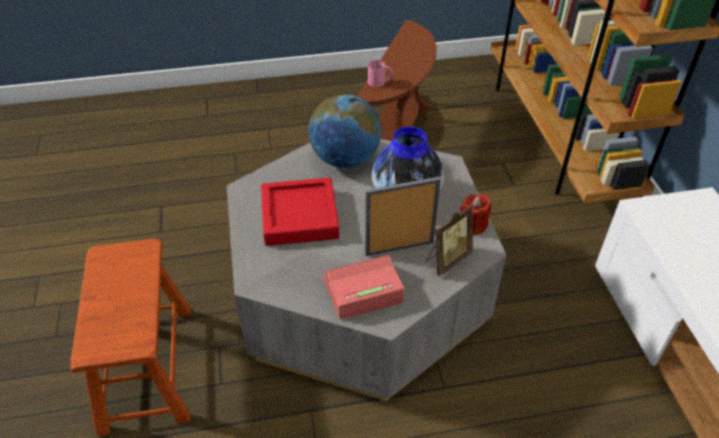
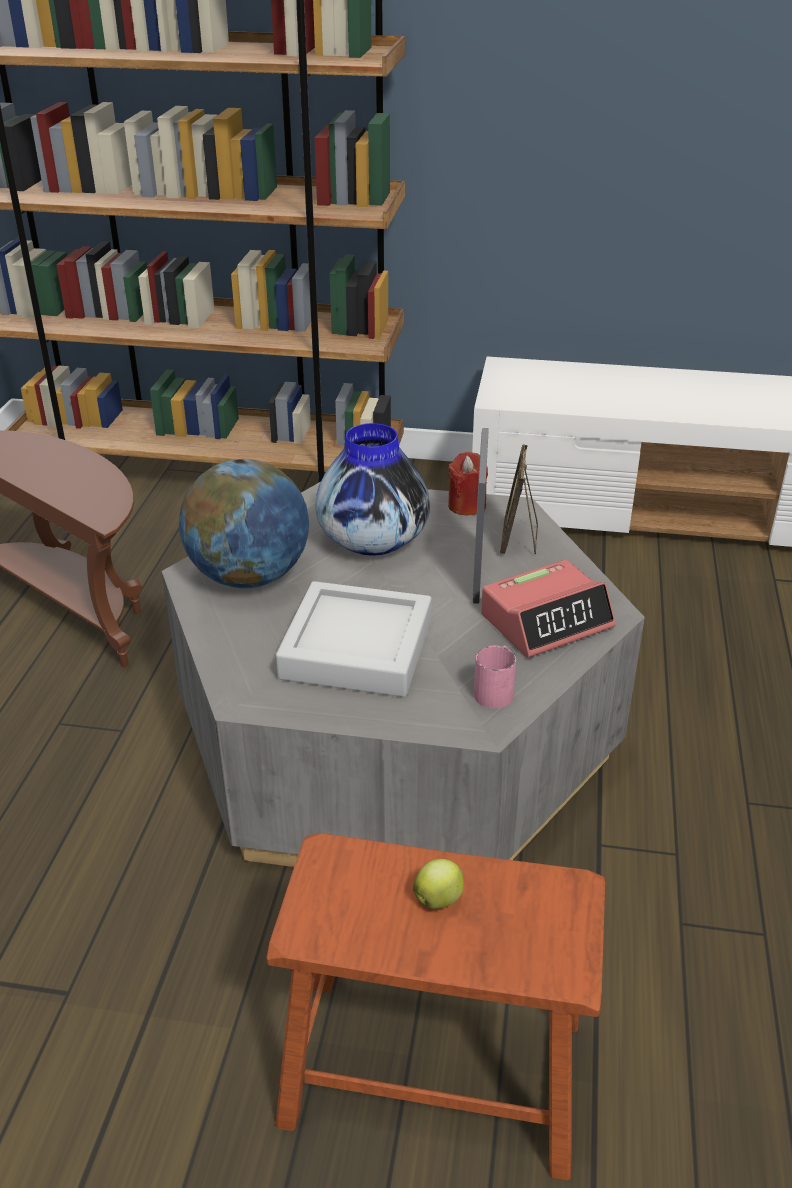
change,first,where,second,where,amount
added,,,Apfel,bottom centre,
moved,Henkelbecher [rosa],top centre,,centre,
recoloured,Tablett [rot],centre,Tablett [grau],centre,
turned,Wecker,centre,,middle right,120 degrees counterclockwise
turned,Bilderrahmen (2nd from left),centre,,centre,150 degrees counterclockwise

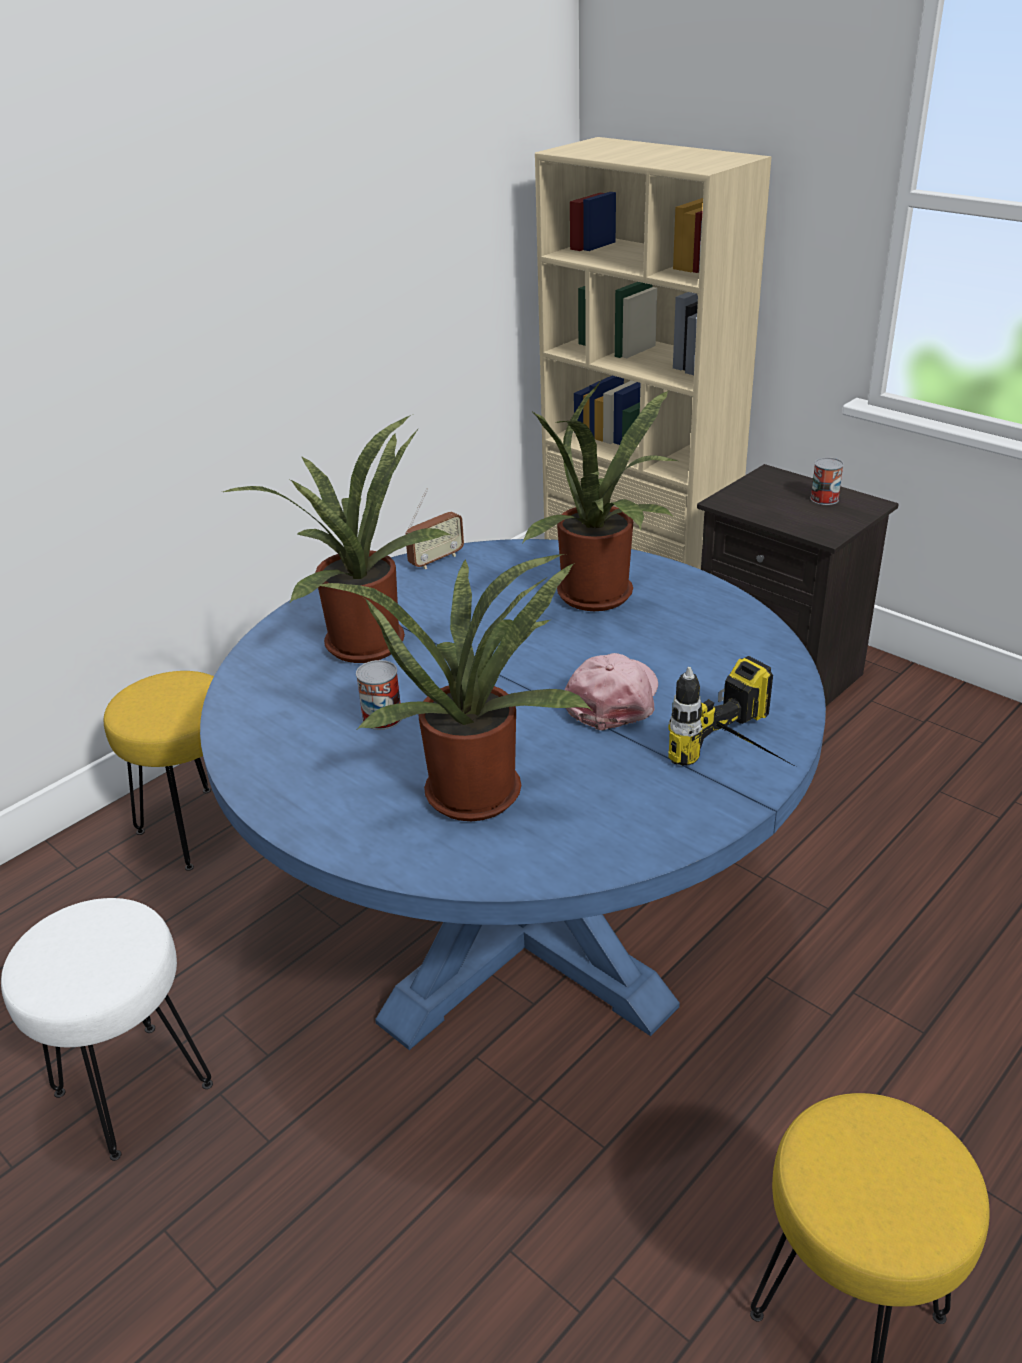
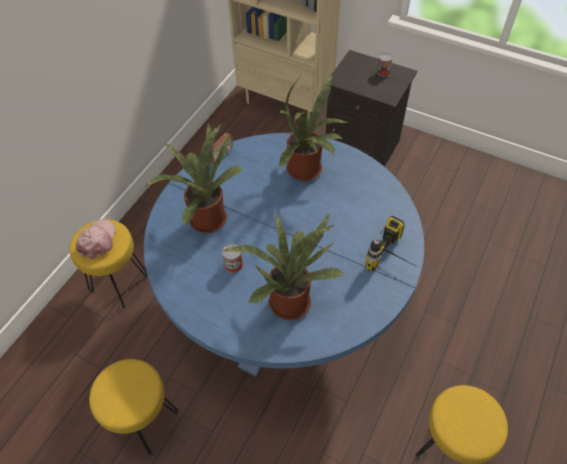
change,first,where,second,where,amount
moved,Kappe [rosa],centre,,middle left,
recoloured,Hocker [weiß],bottom left,Hocker [gelb] (2nd from left),bottom left,

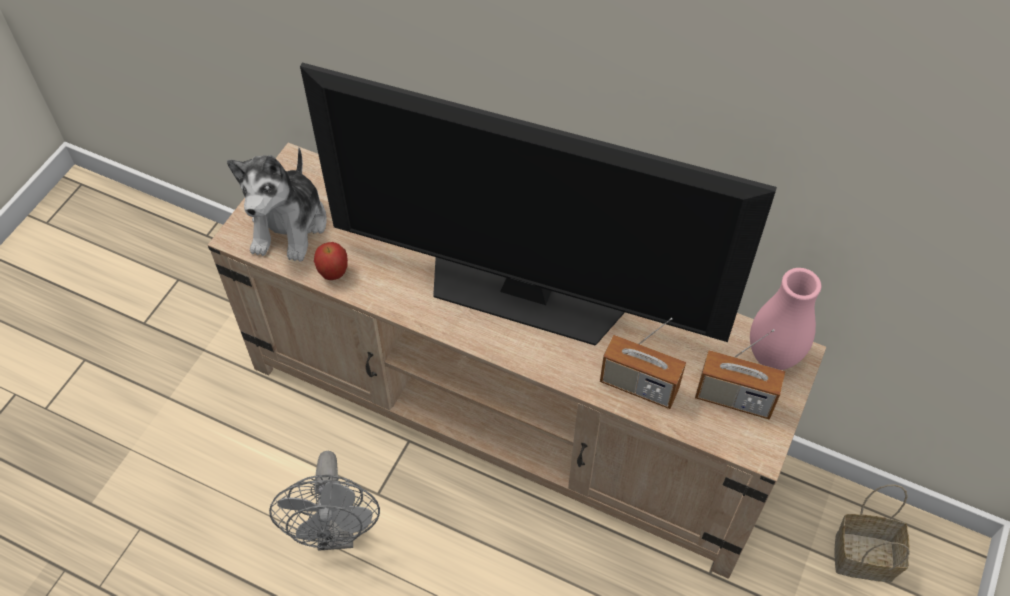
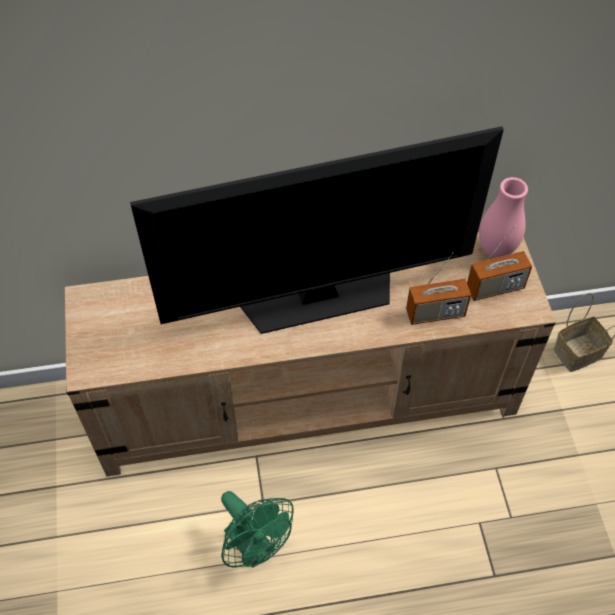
change,first,where,second,where,amount
removed,Plüschtier,middle left,,,
removed,Apfel,middle left,,,
recoloured,Ventilator [grau],bottom left,Ventilator [grün],bottom centre,

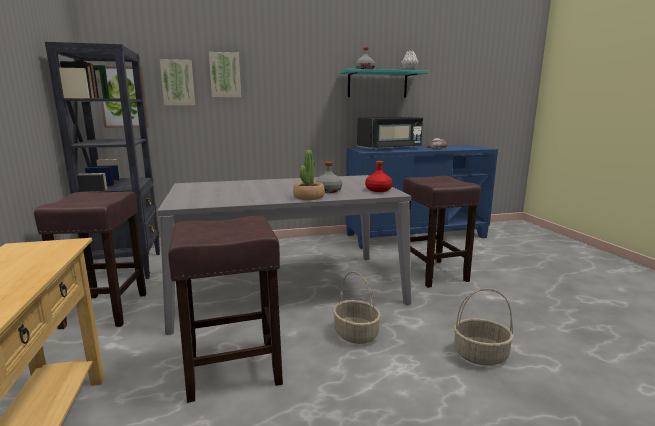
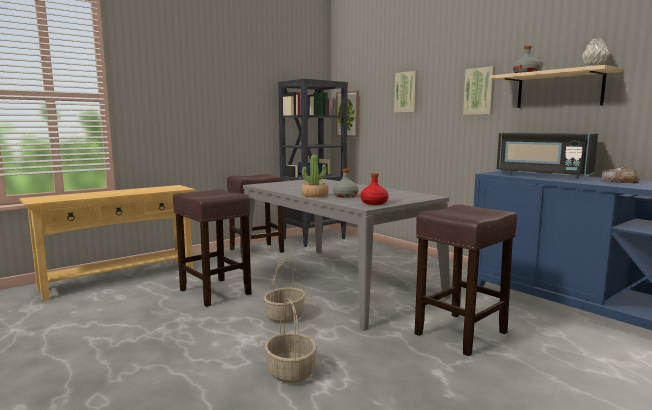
change,first,where,second,where,amount
moved,Bild (2nd from left in the first image),top left,Bild (3rd from left),top right,
recoloured,Wandregal [türkis],top centre,Wandregal [beige],top right,

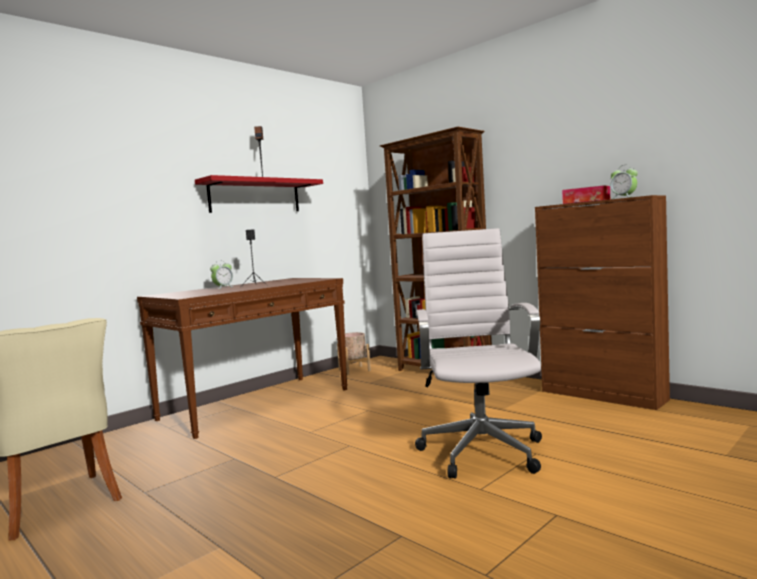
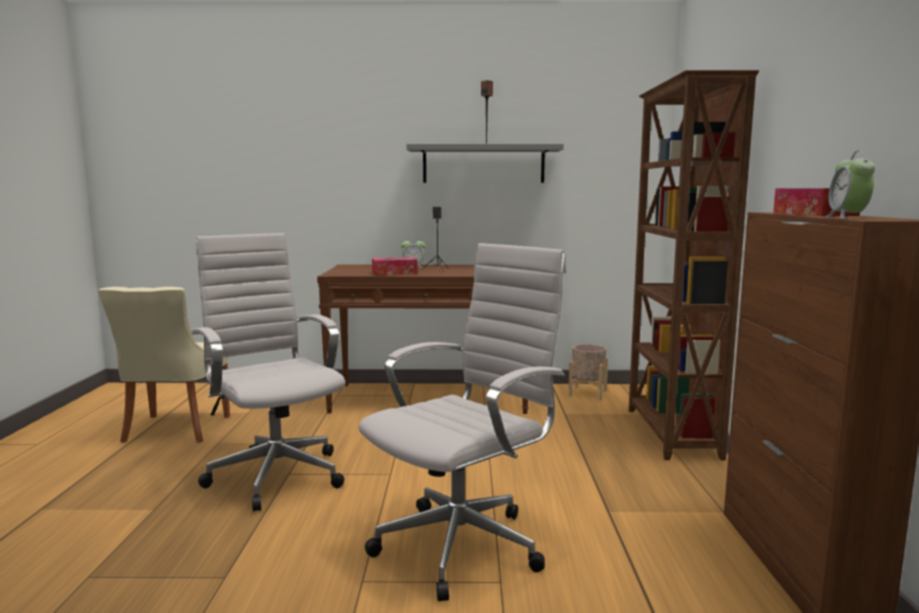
change,first,where,second,where,amount
added,,,Bürostuhl [weiß] (1st from left),middle left,
added,,,Taschentuchbox (1st from left),centre,
recoloured,Wandregal [rot],centre,Wandregal [grau],top centre,

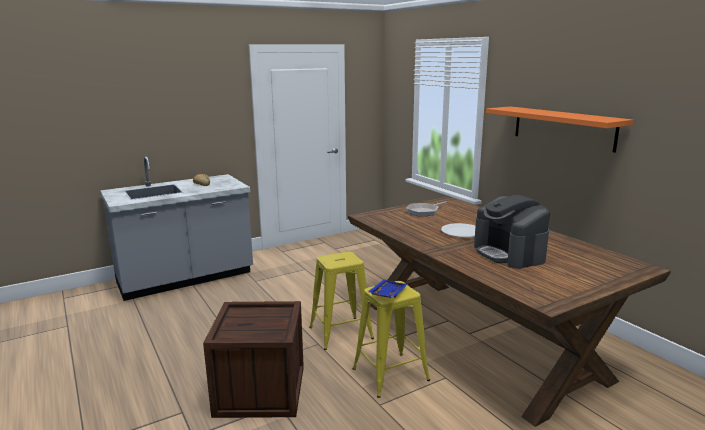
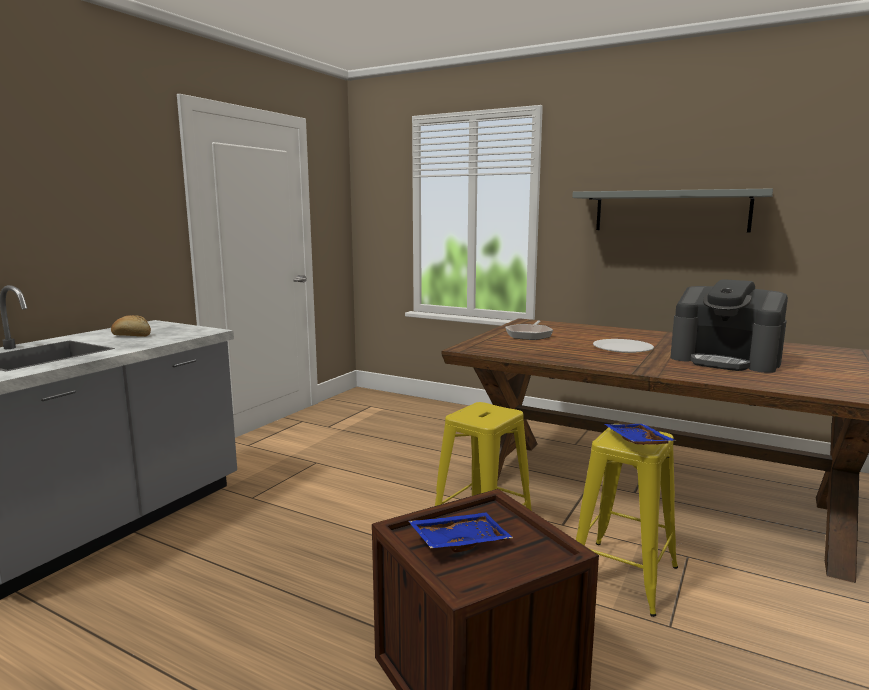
change,first,where,second,where,amount
added,,,Tablett [blau] (1st from left),bottom centre,
recoloured,Wandregal [orange],top right,Wandregal [grau],top right,

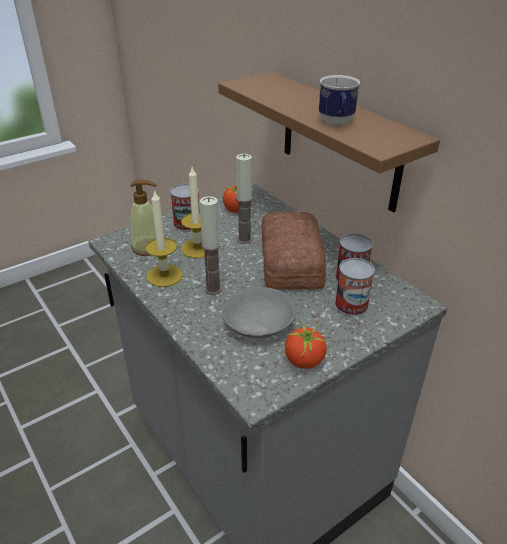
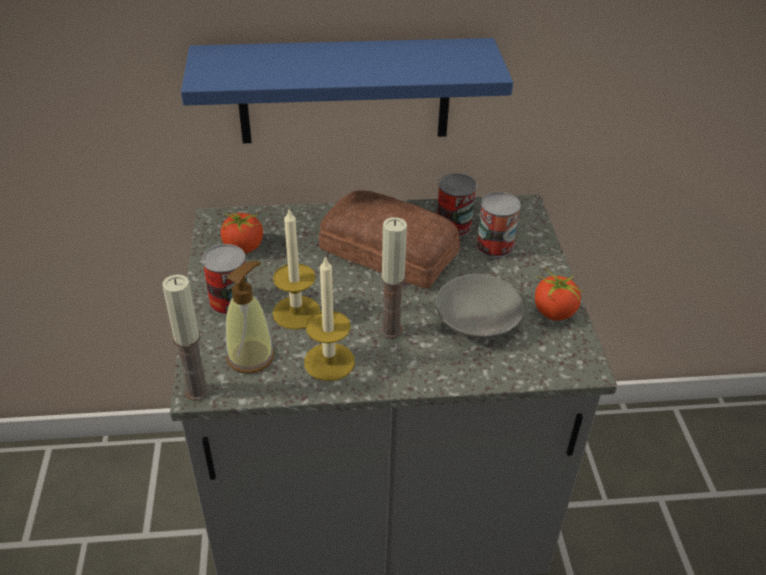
change,first,where,second,where,amount
removed,Henkelbecher,top right,,,
moved,Kerze (4th from left in the first image),centre,Kerze (1st from left),middle left,
recoloured,Wandregal [braun],top centre,Wandregal [blau],top centre,

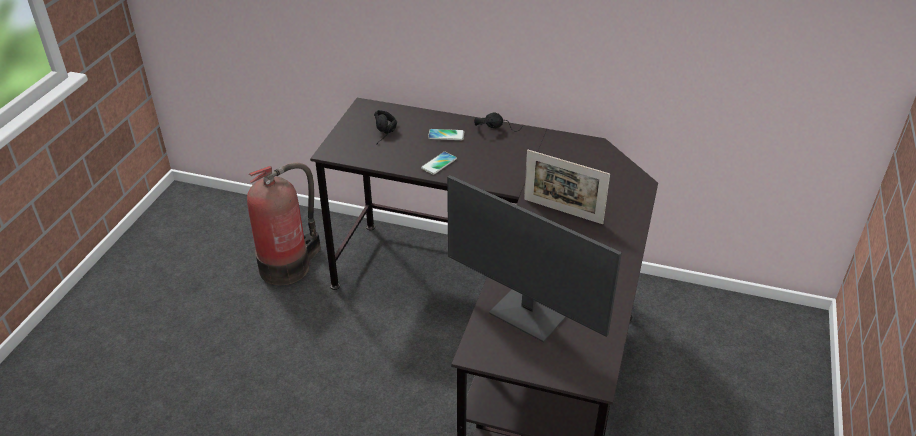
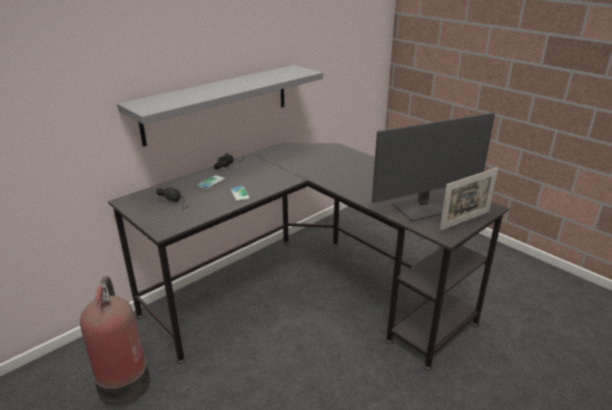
change,first,where,second,where,amount
added,,,Wandregal [grau],top centre,
moved,Bilderrahmen,centre,,middle right,

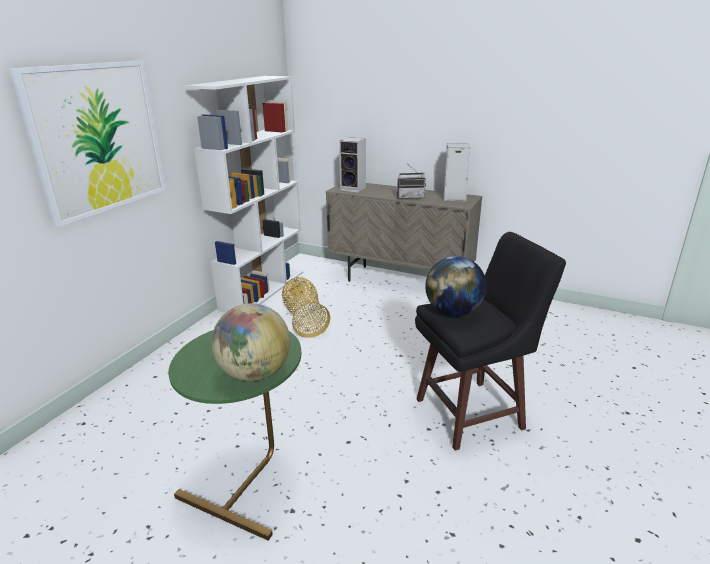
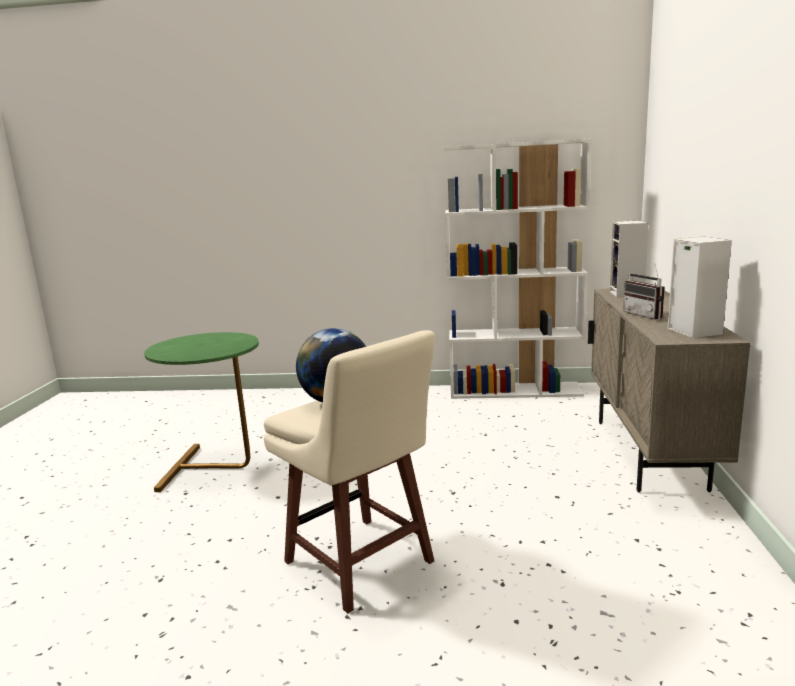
change,first,where,second,where,amount
removed,Bild,top left,,,
removed,Globus (1st from left),centre,,,
removed,Korb,centre,,,
recoloured,Hocker [schwarz],middle right,Hocker [beige],bottom centre,

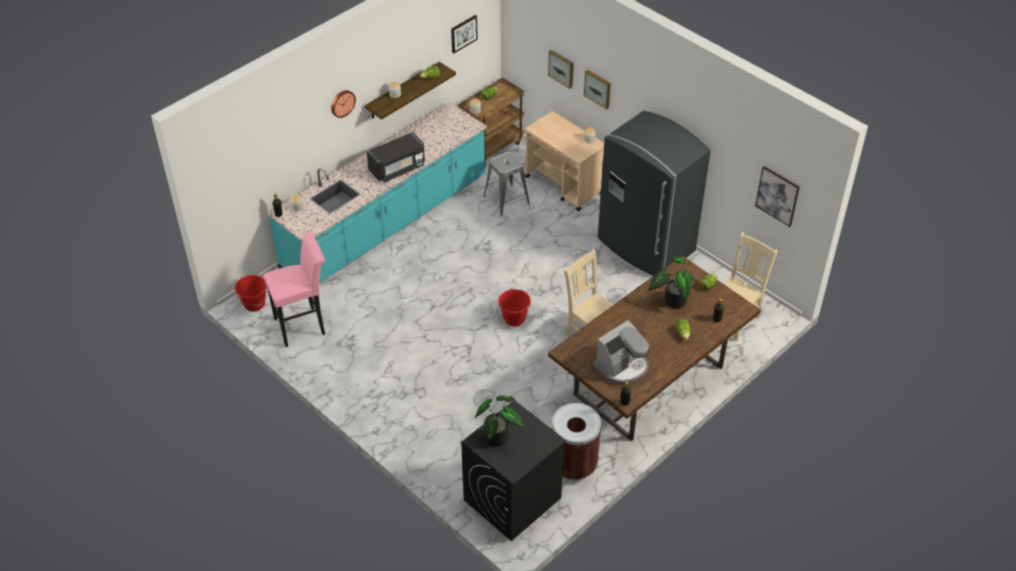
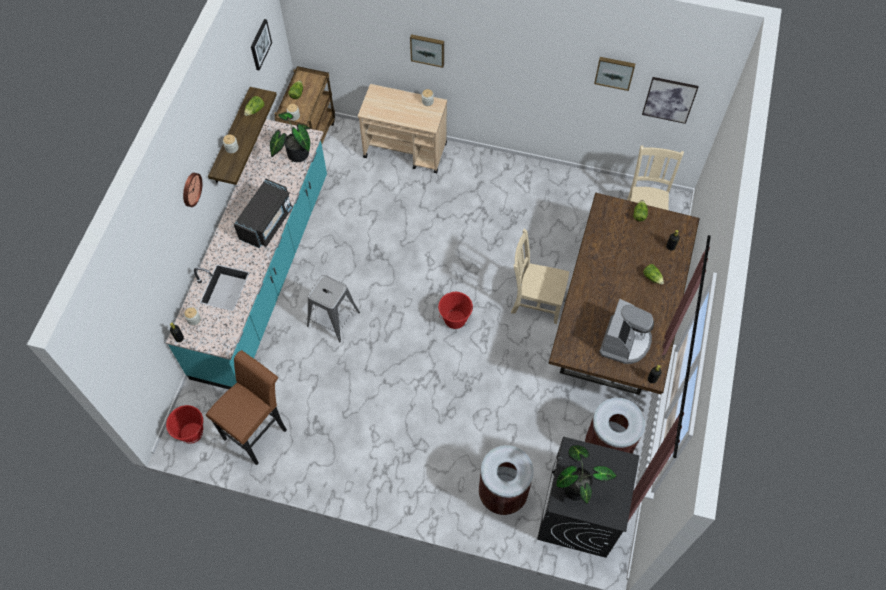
change,first,where,second,where,amount
removed,Kühlschrank [grau],centre,,,
added,,,Mülleimer [braun] (1st from left),bottom centre,
moved,Hocker [grau],top centre,,centre,
moved,Bild (2nd from left in the first image),top centre,Bild (3rd from left),top right,
moved,Topfpflanze (2nd from left in the first image),centre,Topfpflanze (1st from left),top left,
recoloured,Hocker [rosa],middle left,Hocker [braun],bottom left,

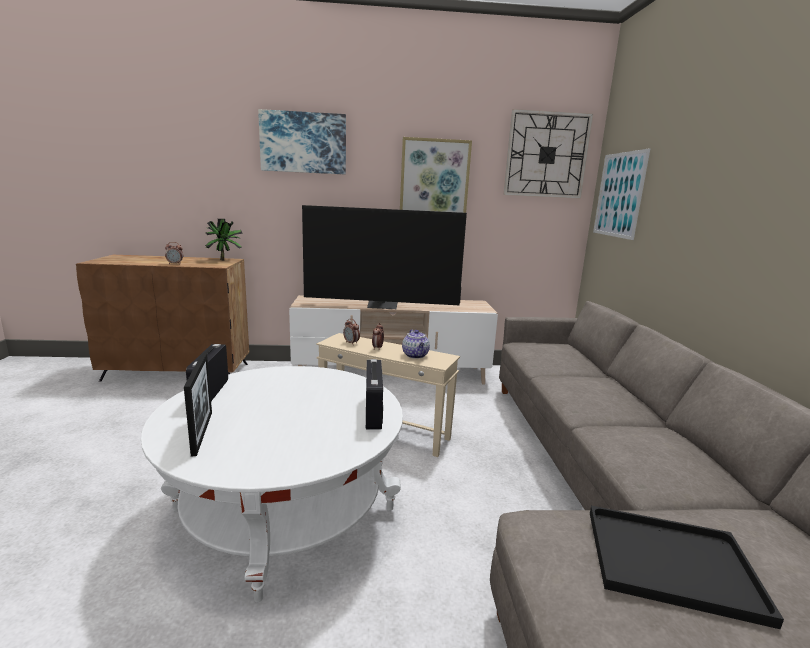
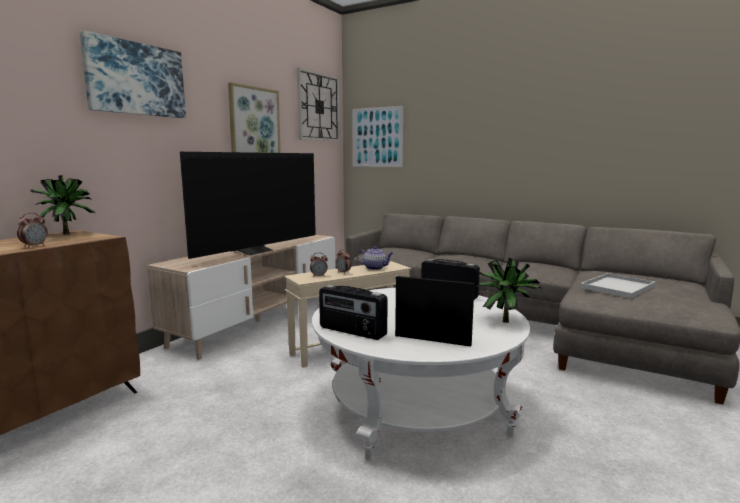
change,first,where,second,where,amount
added,,,Topfpflanze (2nd from left),middle right,
recoloured,Tablett [schwarz],bottom right,Tablett [weiß],middle right,

